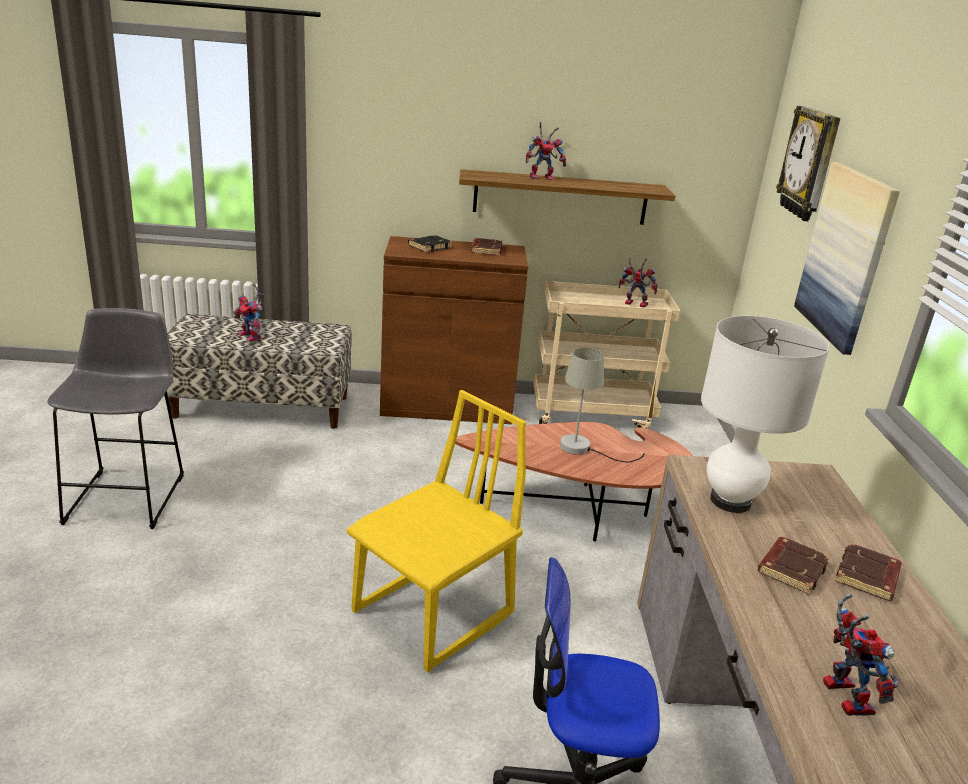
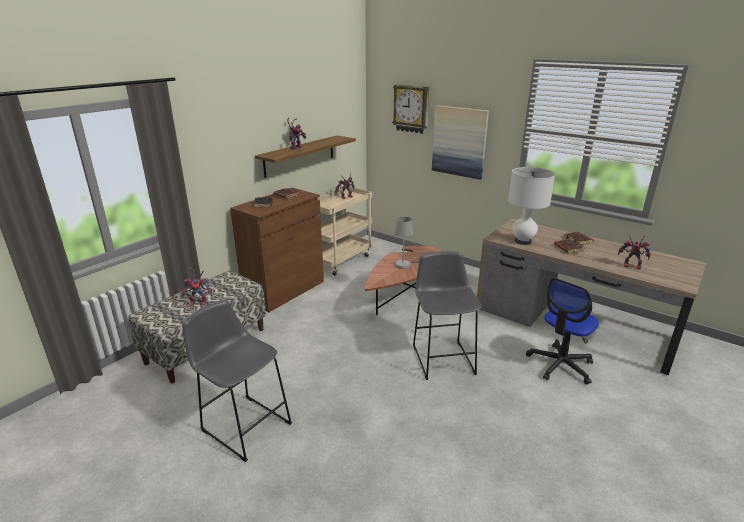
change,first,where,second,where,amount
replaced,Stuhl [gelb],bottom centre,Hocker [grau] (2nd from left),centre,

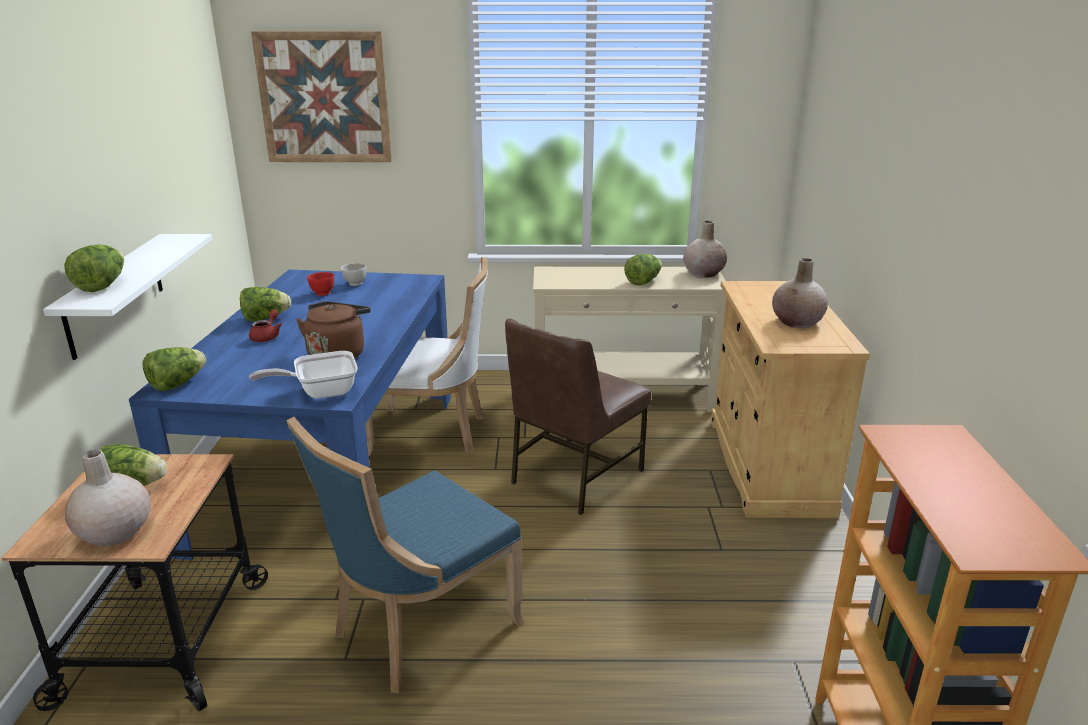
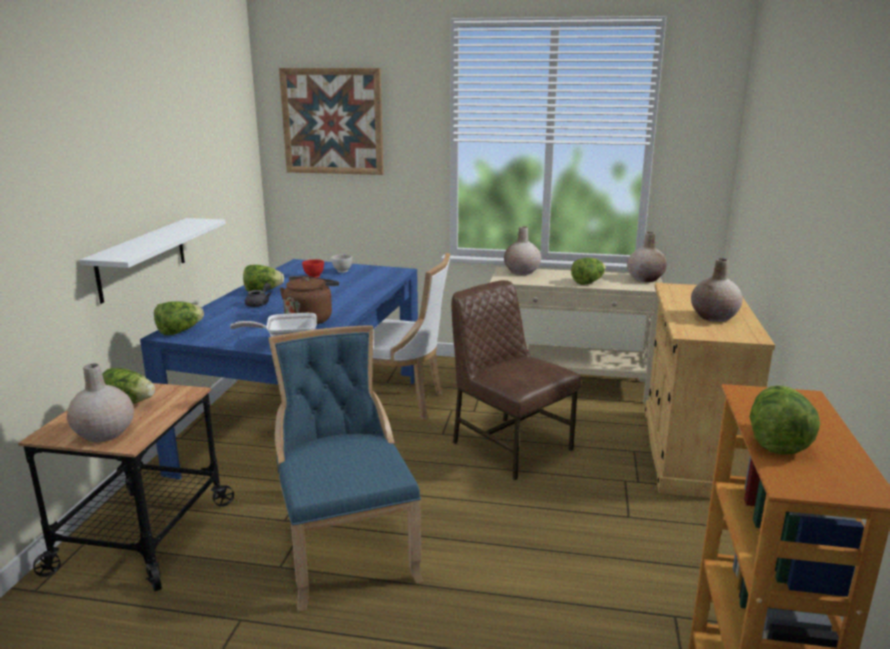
change,first,where,second,where,amount
added,,,Vase [beige] (2nd from left),centre,
moved,Salatkopf (1st from left in the first image),middle left,Salatkopf (5th from left),middle right,
recoloured,Teekanne [rot],middle left,Teekanne [grau],middle left,
turned,Stuhl [blau],bottom centre,,bottom centre,105 degrees clockwise
turned,Stuhl [braun],centre,,centre,90 degrees clockwise

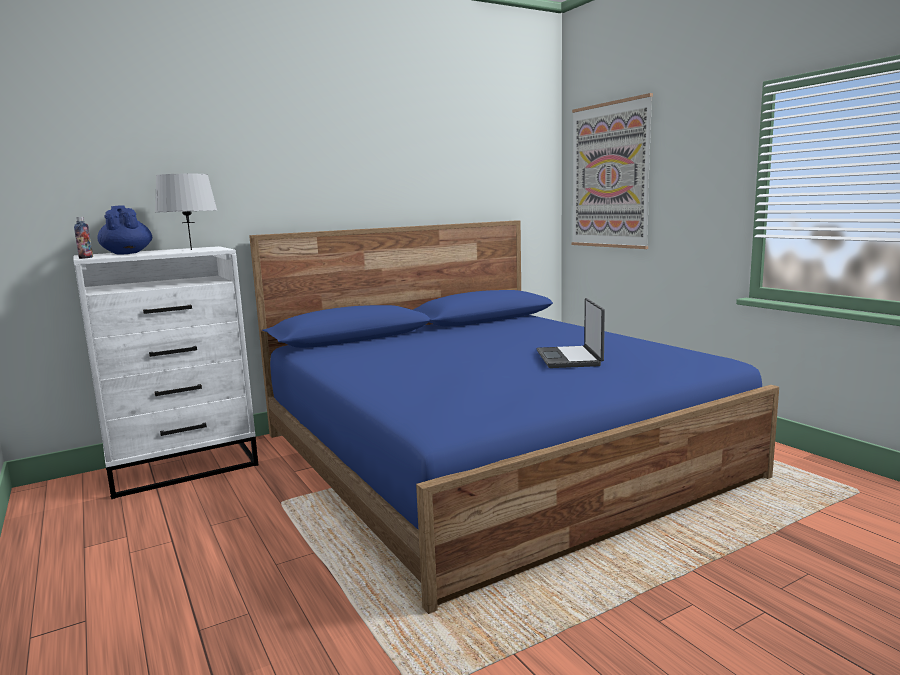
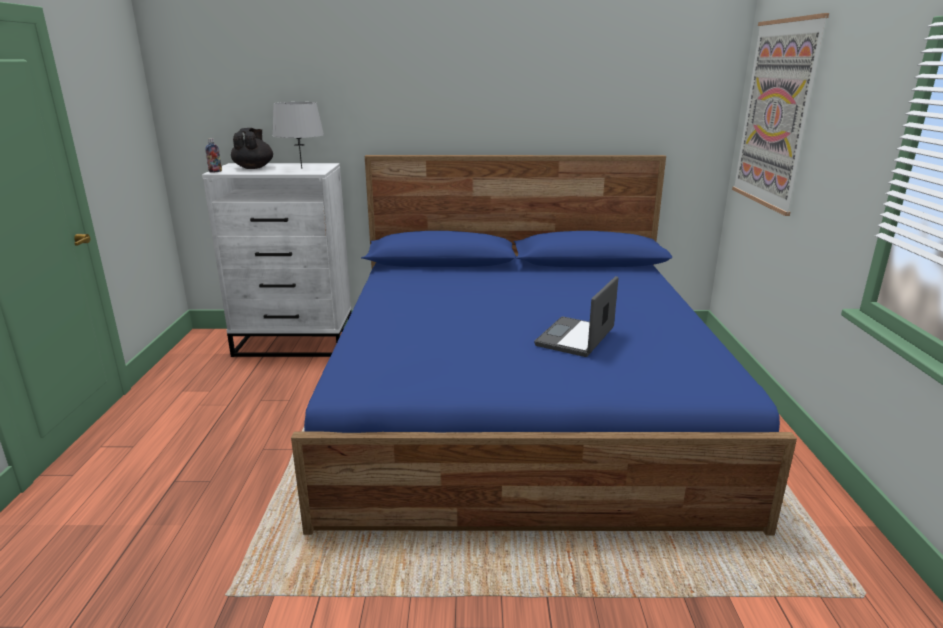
change,first,where,second,where,amount
recoloured,Teekanne [blau],middle left,Teekanne [schwarz],top left,

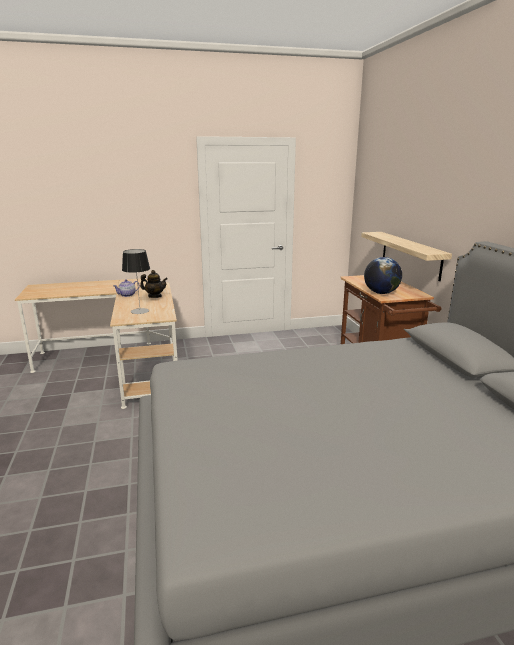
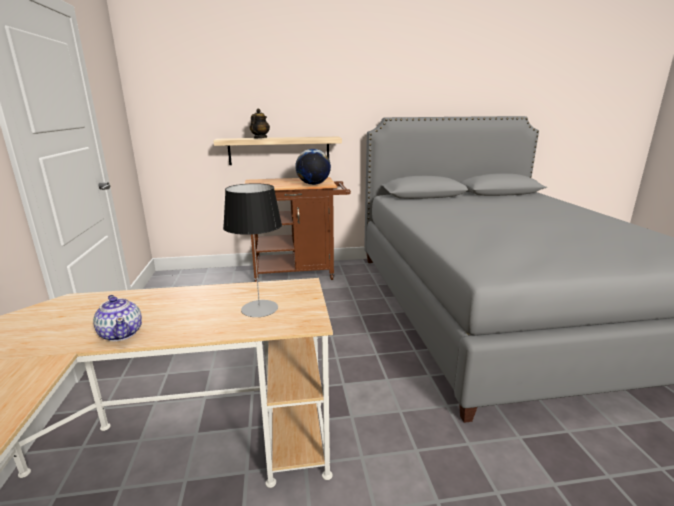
change,first,where,second,where,amount
moved,Teekanne (2nd from left),middle left,,top centre,

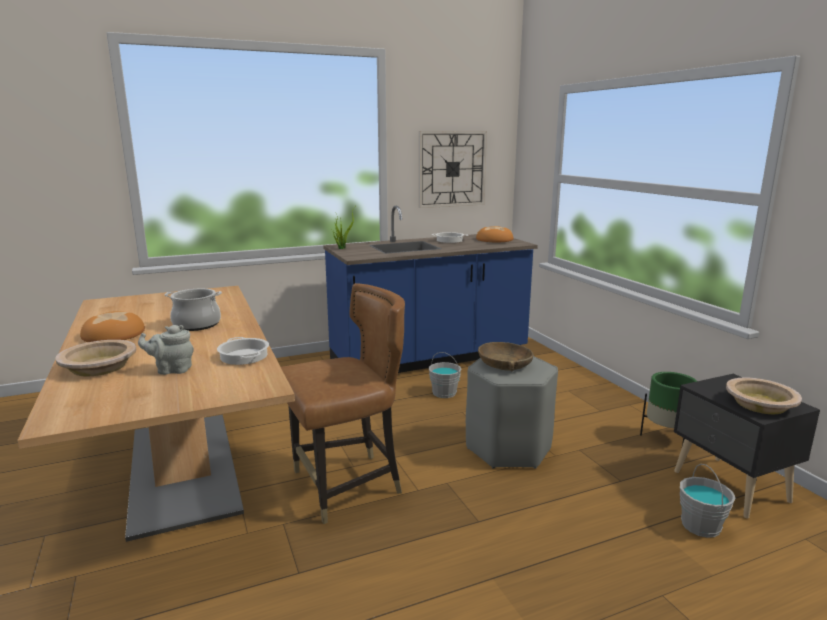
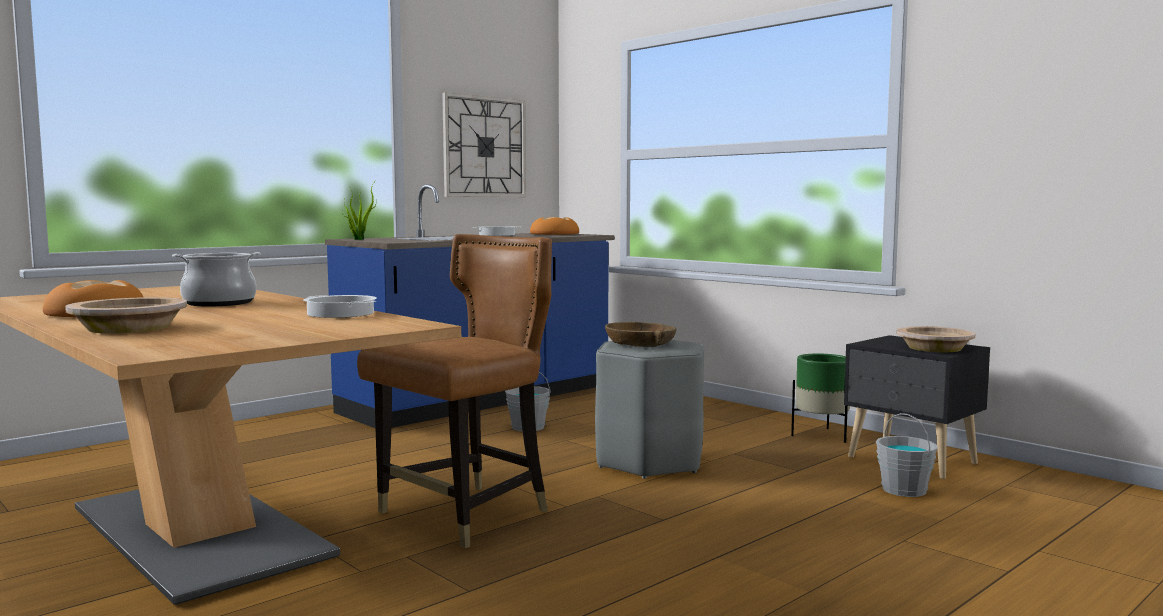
change,first,where,second,where,amount
removed,Teekanne [grau],middle left,,,

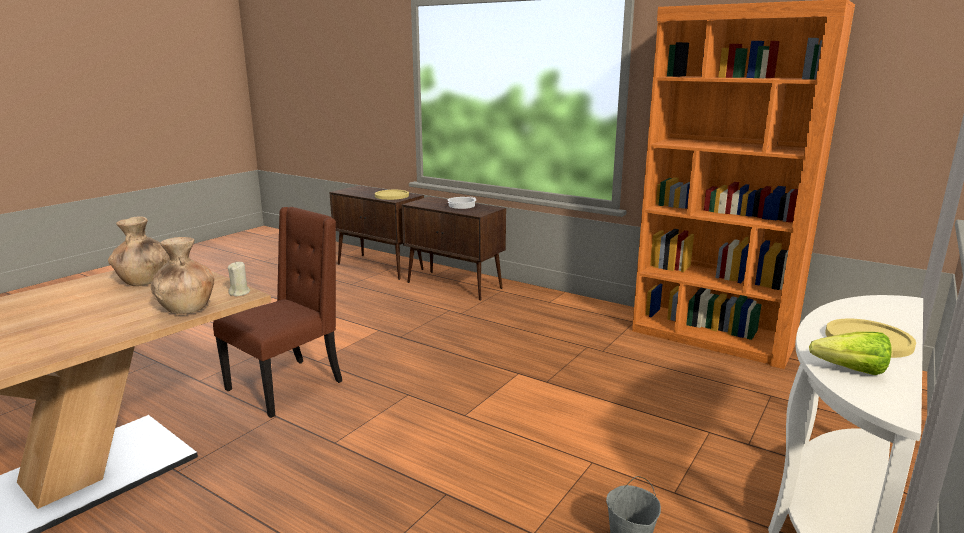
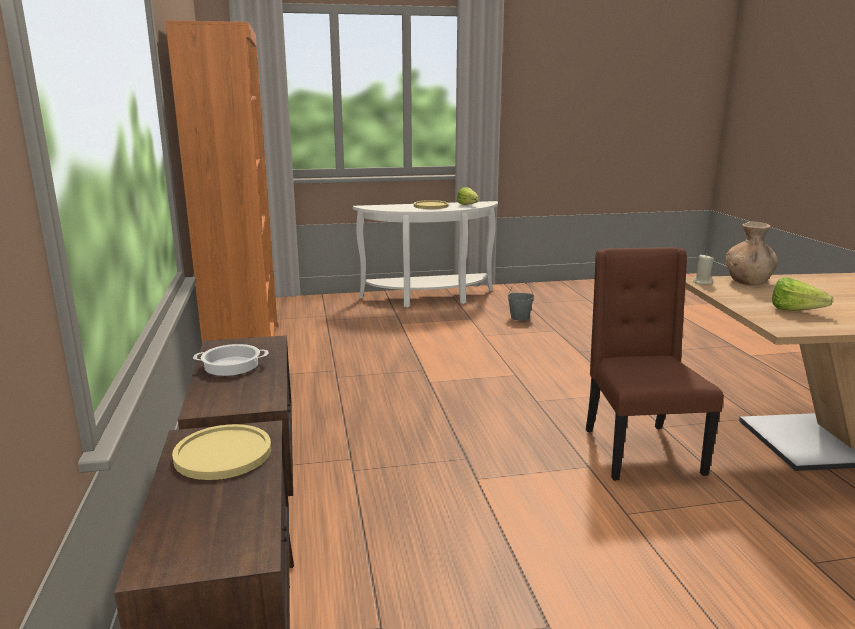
change,first,where,second,where,amount
replaced,Vase [braun] (1st from left),middle left,Salatkopf (2nd from left),middle right,
turned,Stuhl [braun],middle left,,middle right,90 degrees clockwise

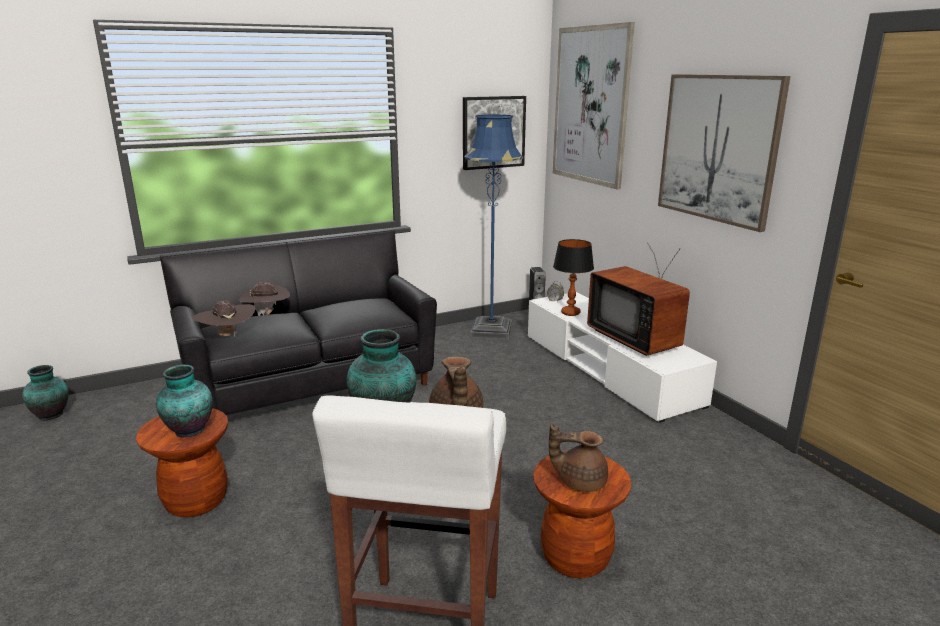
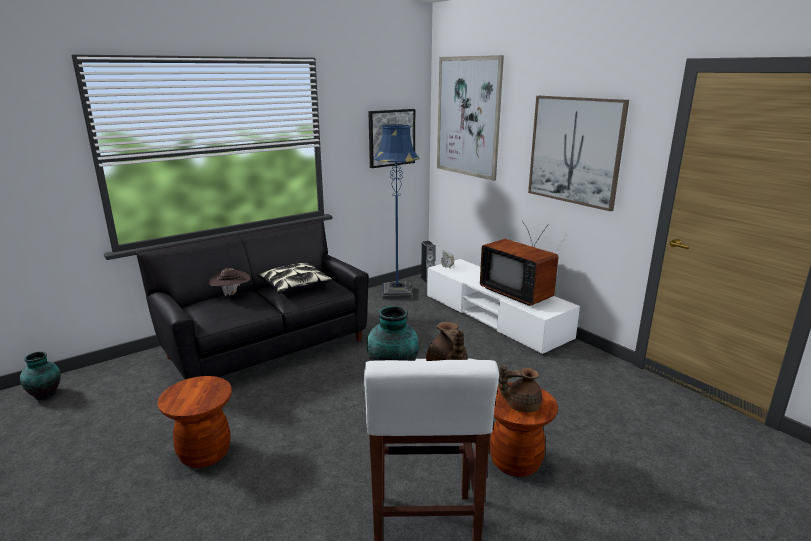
change,first,where,second,where,amount
removed,Vase (2nd from left),middle left,,,
removed,Hut [braun] (1st from left),middle left,,,
removed,Tischlampe,centre,,,
added,,,Kissen,centre,

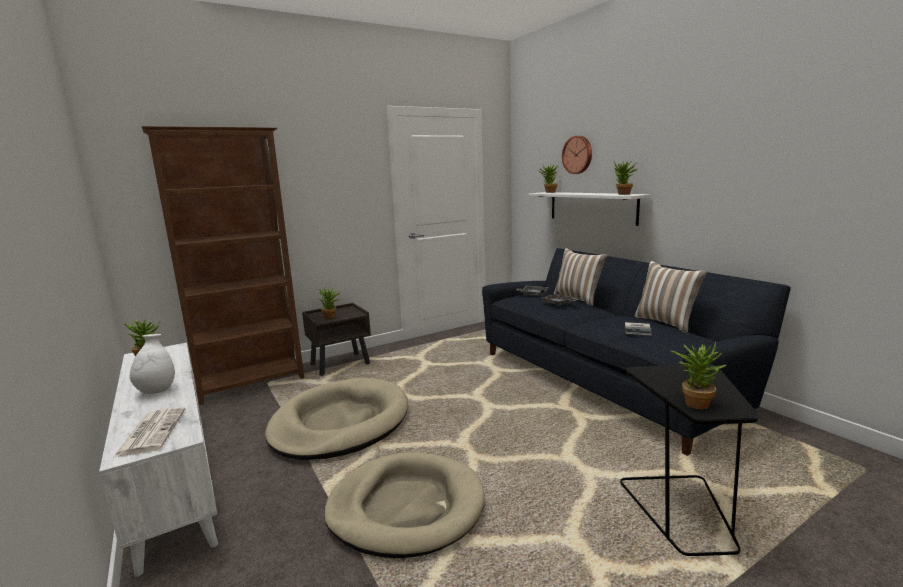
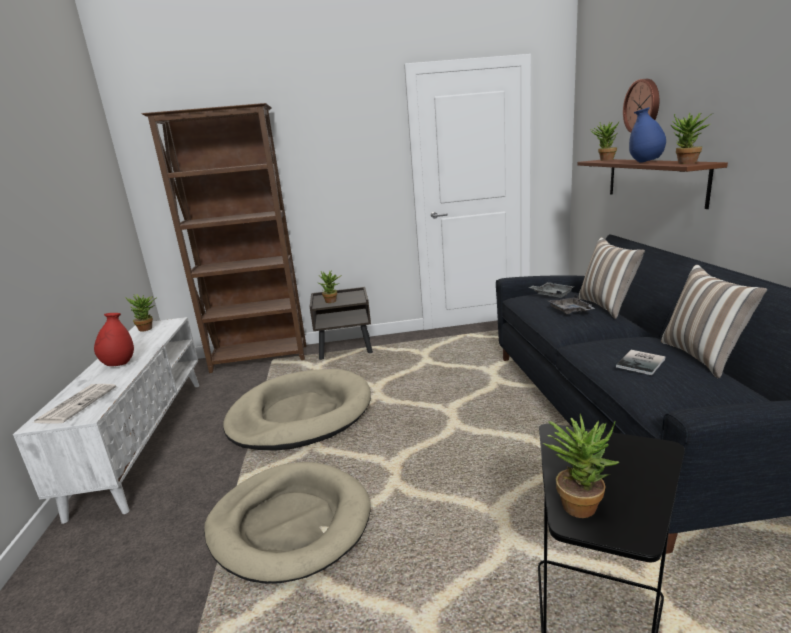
change,first,where,second,where,amount
added,,,Vase [blau],top right,
recoloured,Vase [weiß],middle left,Vase [rot],middle left,
recoloured,Wandregal [weiß],centre,Wandregal [braun],top right,

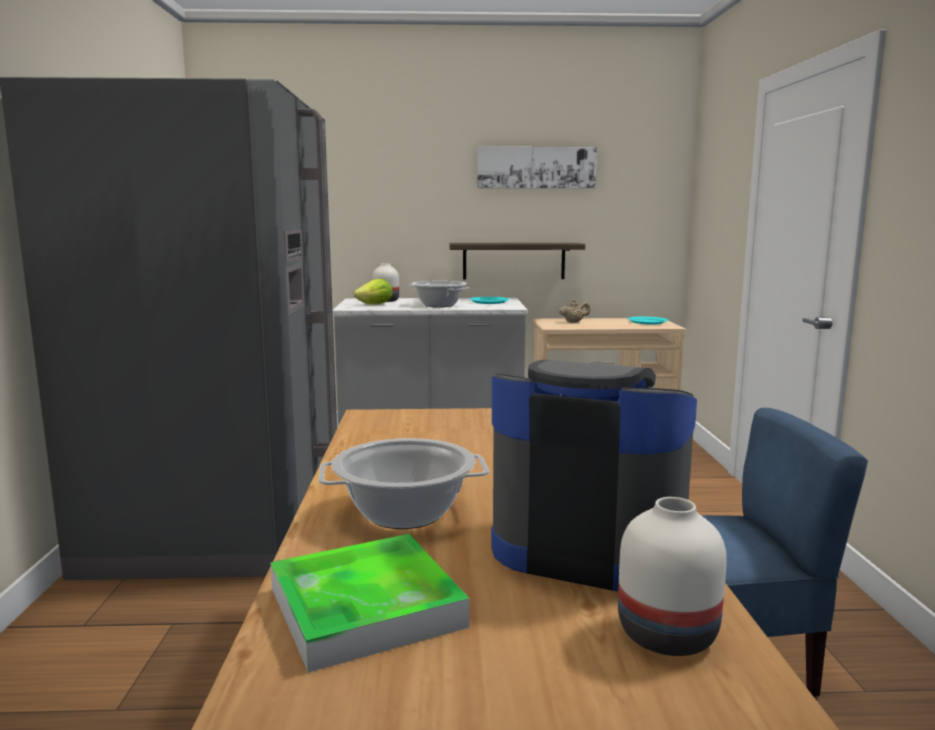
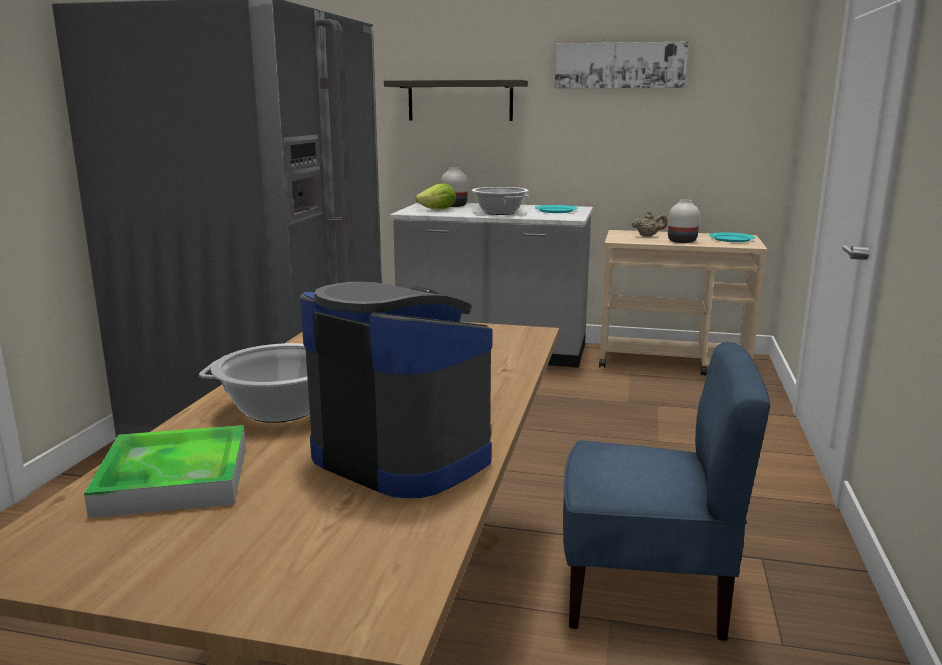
change,first,where,second,where,amount
moved,Wandregal,centre,,top centre,
moved,Vase [weiß] (2nd from left),bottom right,,top right,

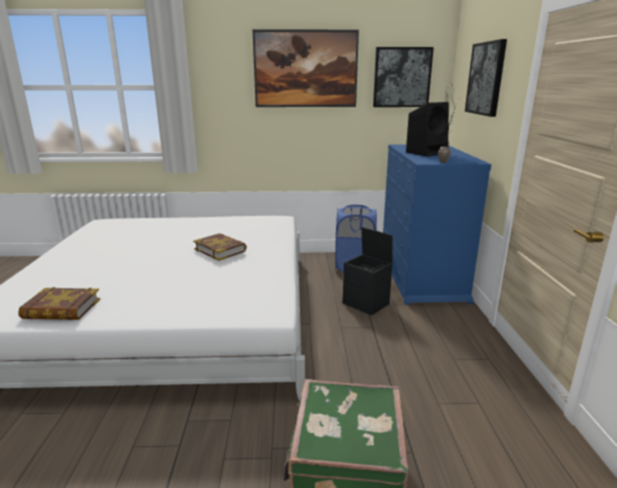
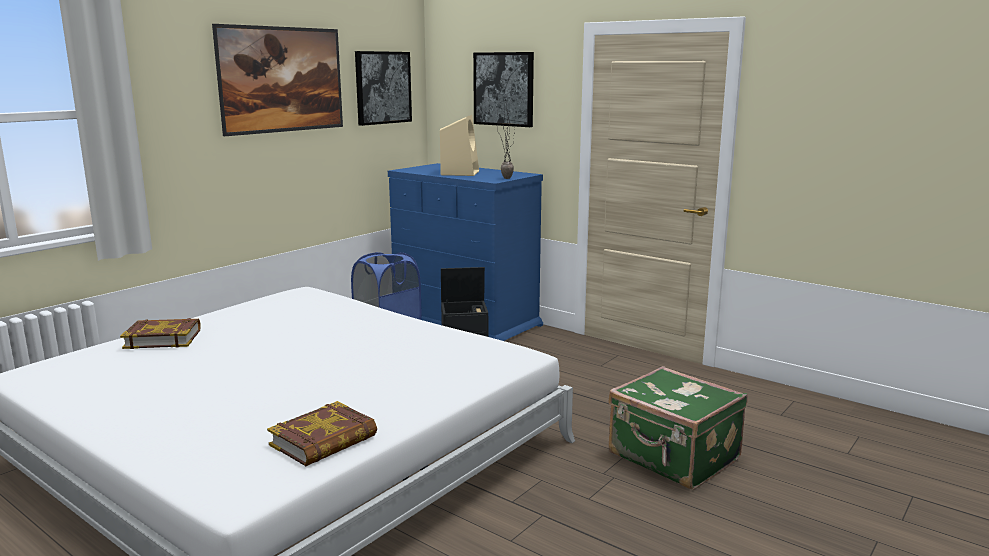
change,first,where,second,where,amount
moved,Buch (2nd from left in the first image),centre,Buch (1st from left),middle left,
recoloured,Lautsprecher [schwarz],top right,Lautsprecher [beige],top centre,

